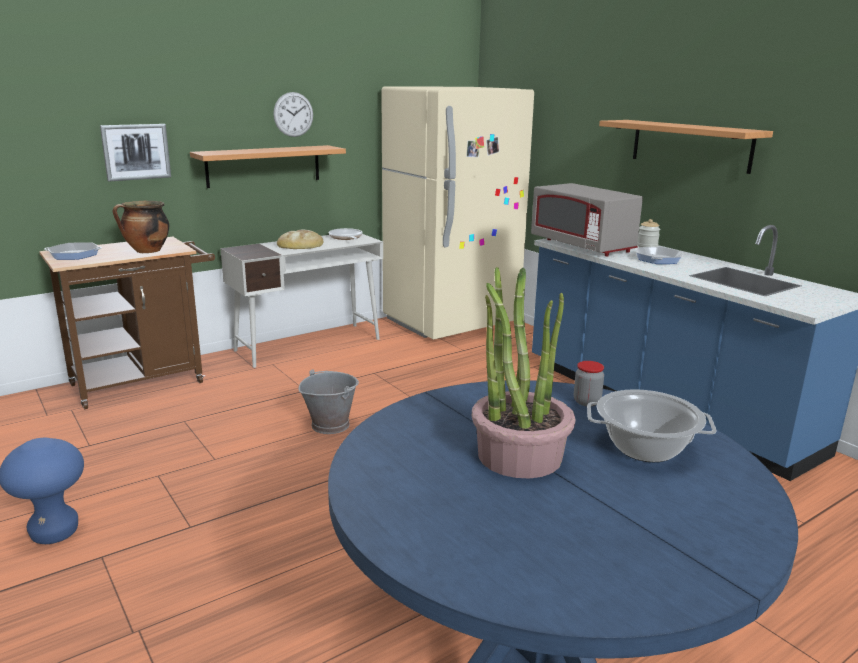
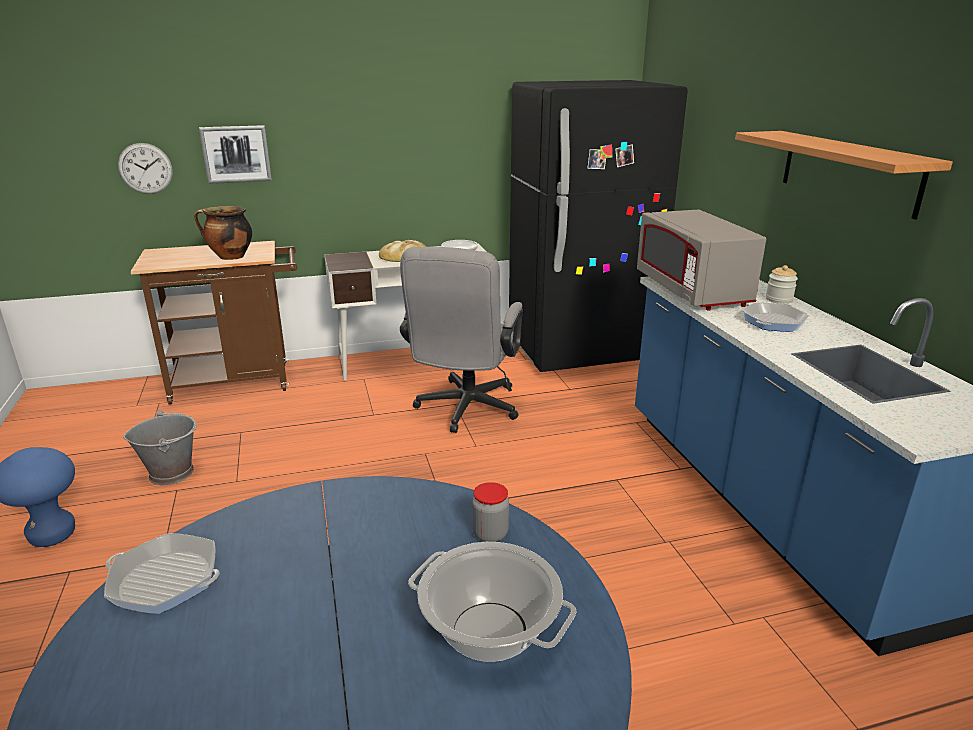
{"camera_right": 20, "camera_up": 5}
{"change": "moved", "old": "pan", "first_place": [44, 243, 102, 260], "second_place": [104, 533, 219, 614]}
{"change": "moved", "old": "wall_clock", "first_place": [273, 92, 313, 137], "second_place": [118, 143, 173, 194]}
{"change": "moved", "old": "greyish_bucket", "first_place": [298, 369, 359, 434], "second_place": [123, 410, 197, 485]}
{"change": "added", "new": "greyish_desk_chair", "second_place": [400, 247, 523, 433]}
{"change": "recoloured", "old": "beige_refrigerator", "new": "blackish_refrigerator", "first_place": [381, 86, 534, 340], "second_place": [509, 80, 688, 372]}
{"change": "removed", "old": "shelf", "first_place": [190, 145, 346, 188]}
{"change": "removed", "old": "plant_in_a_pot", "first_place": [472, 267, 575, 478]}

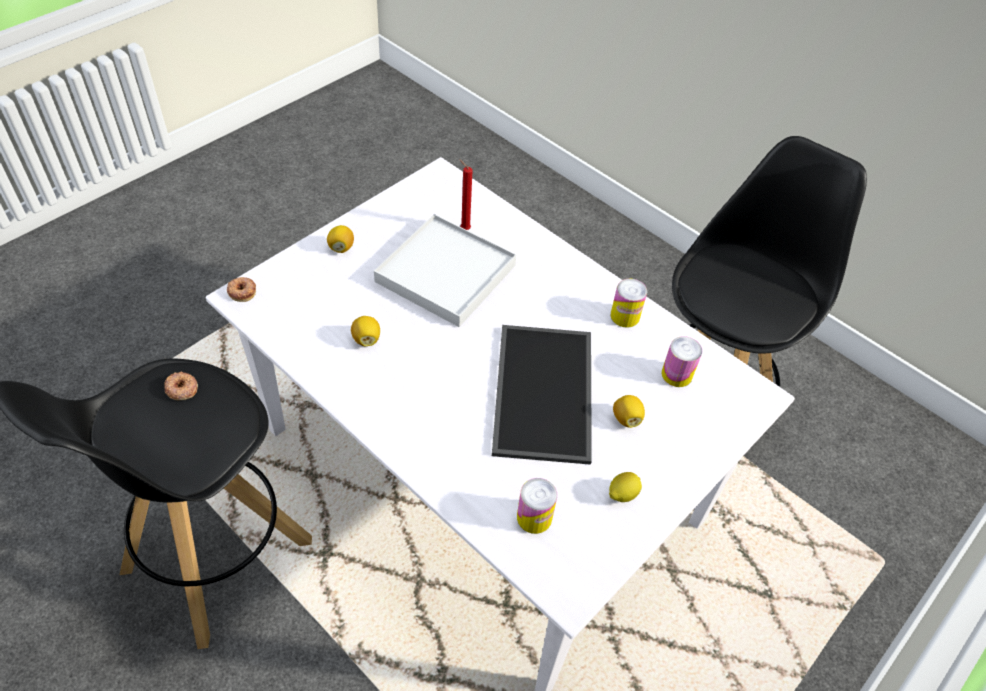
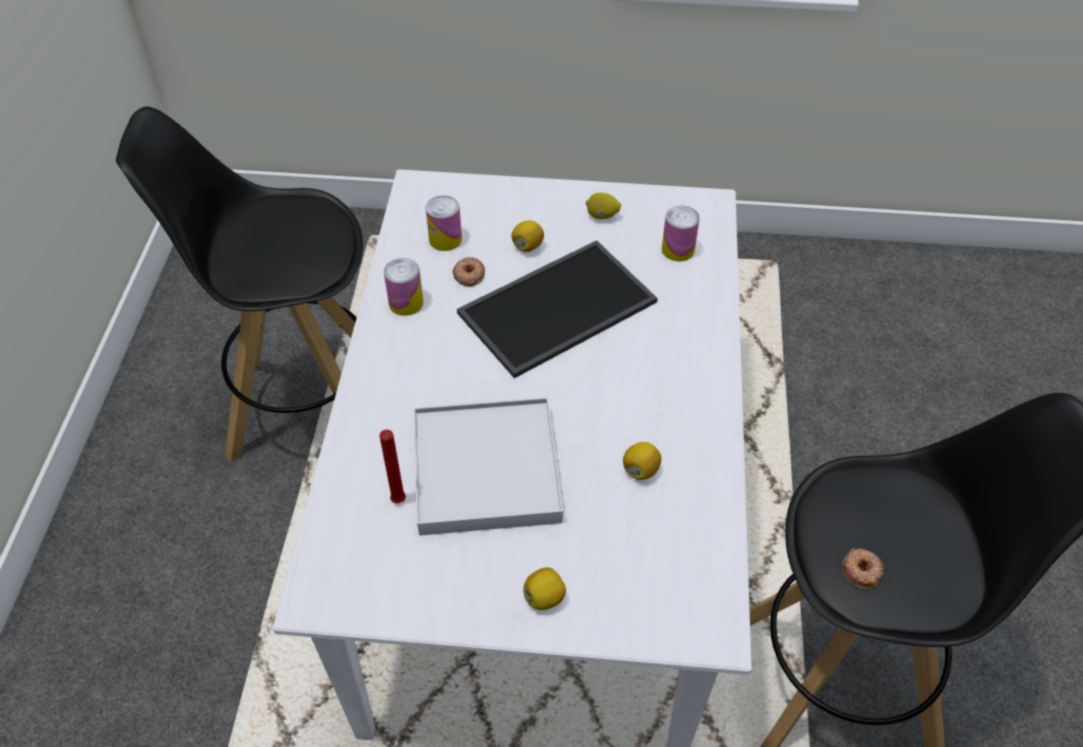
{"camera_right": -125, "camera_up": 0}
{"change": "moved", "old": "donut", "first_place": [227, 277, 256, 302], "second_place": [453, 257, 485, 287]}

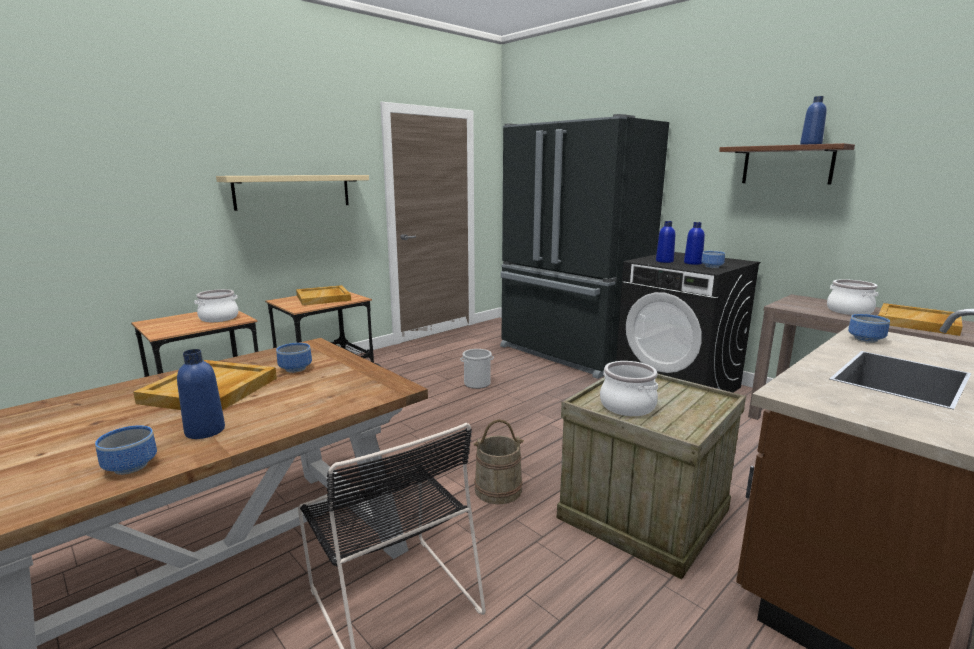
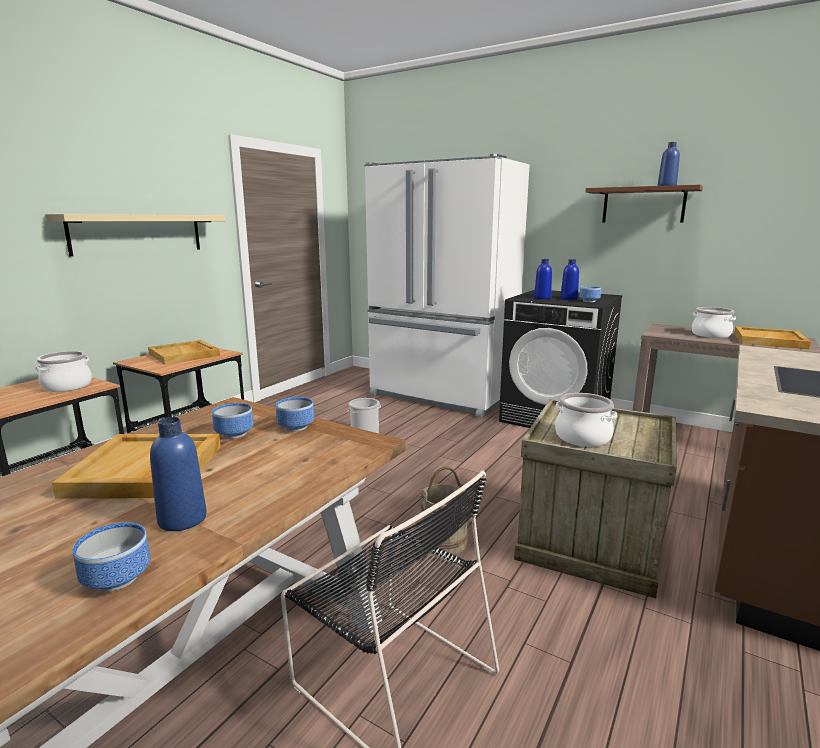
{"camera_right": -15, "camera_up": 0}
{"change": "moved", "old": "bowl", "first_place": [848, 314, 890, 343], "second_place": [276, 397, 314, 431]}
{"change": "recoloured", "old": "blackish_refrigerator", "new": "white_refrigerator", "first_place": [500, 114, 669, 379], "second_place": [364, 154, 530, 418]}

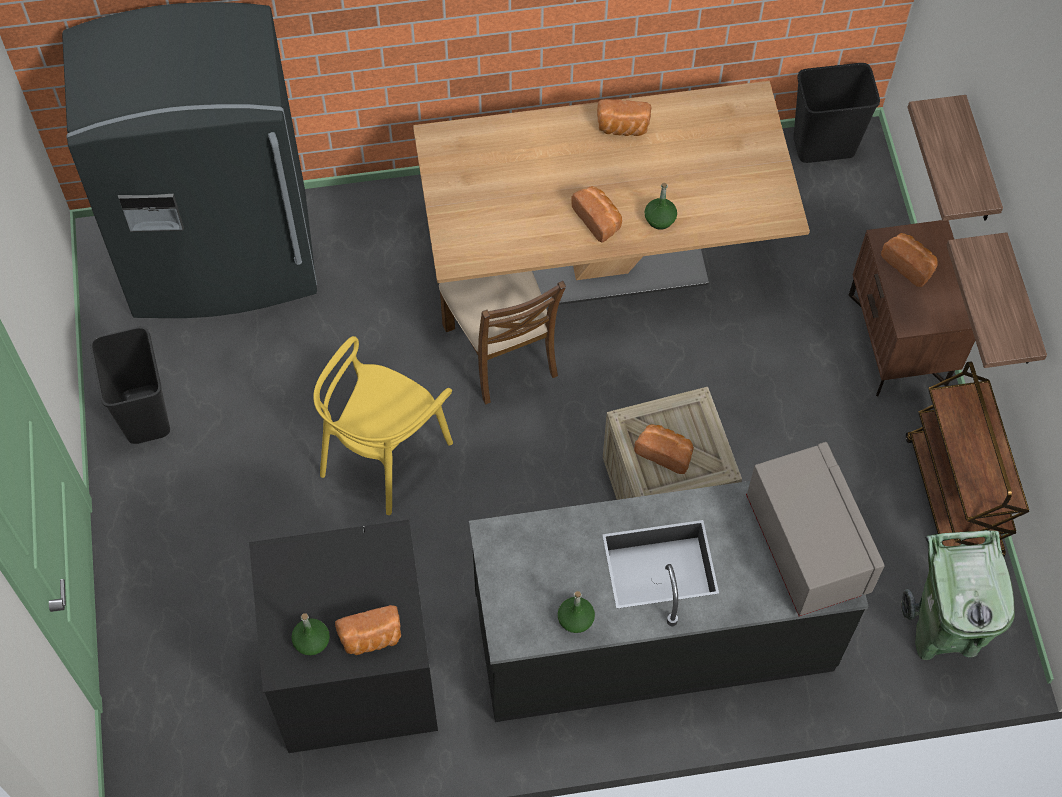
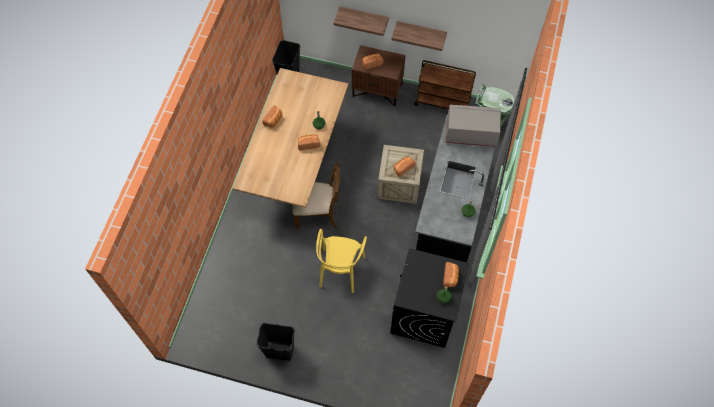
{"camera_right": -65, "camera_up": 0}
{"change": "turned", "old": "yellowish_upright_chair", "first_place": [313, 336, 453, 515], "second_place": [316, 229, 367, 293], "degrees": 45}
{"change": "removed", "old": "greyish_refrigerator", "first_place": [62, 2, 317, 318]}

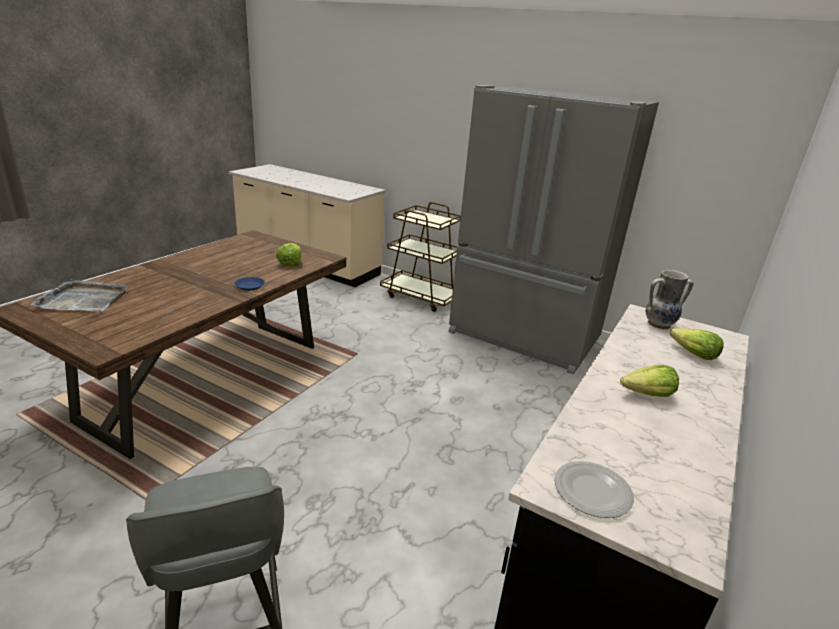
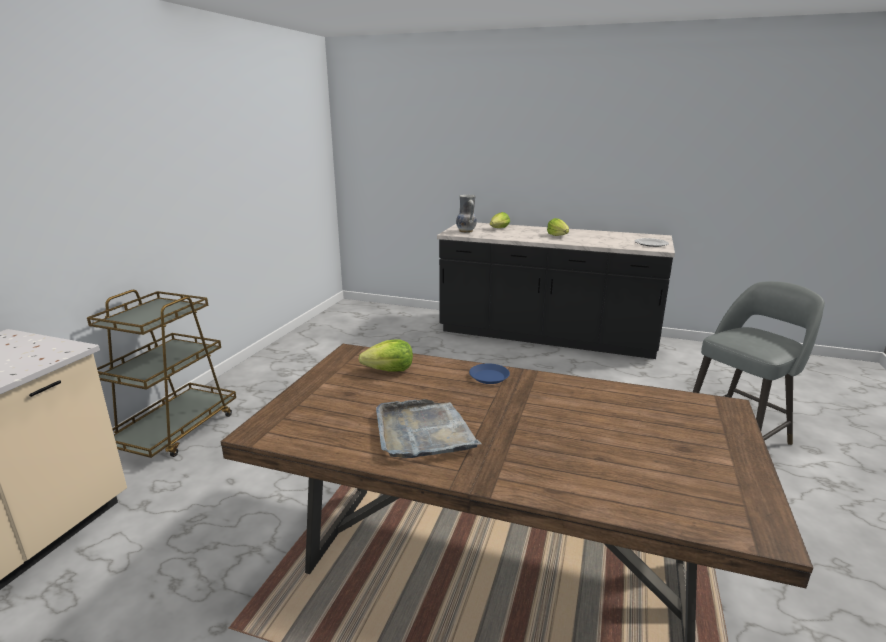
{"camera_right": -100, "camera_up": -5}
{"change": "moved", "old": "greyish_serving_tray", "first_place": [31, 279, 128, 312], "second_place": [376, 399, 481, 458]}
{"change": "removed", "old": "greyish_refrigerator", "first_place": [448, 85, 659, 375]}

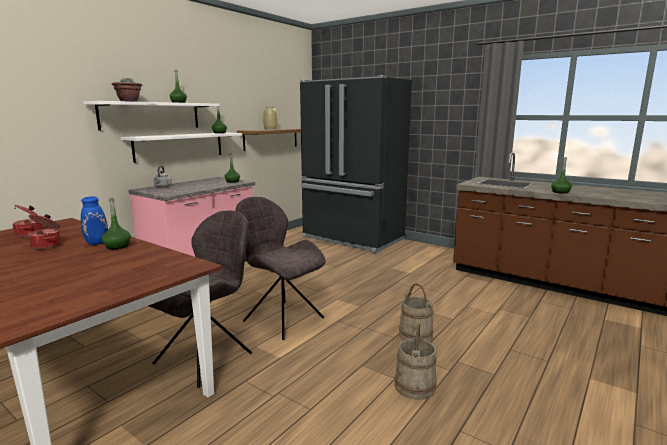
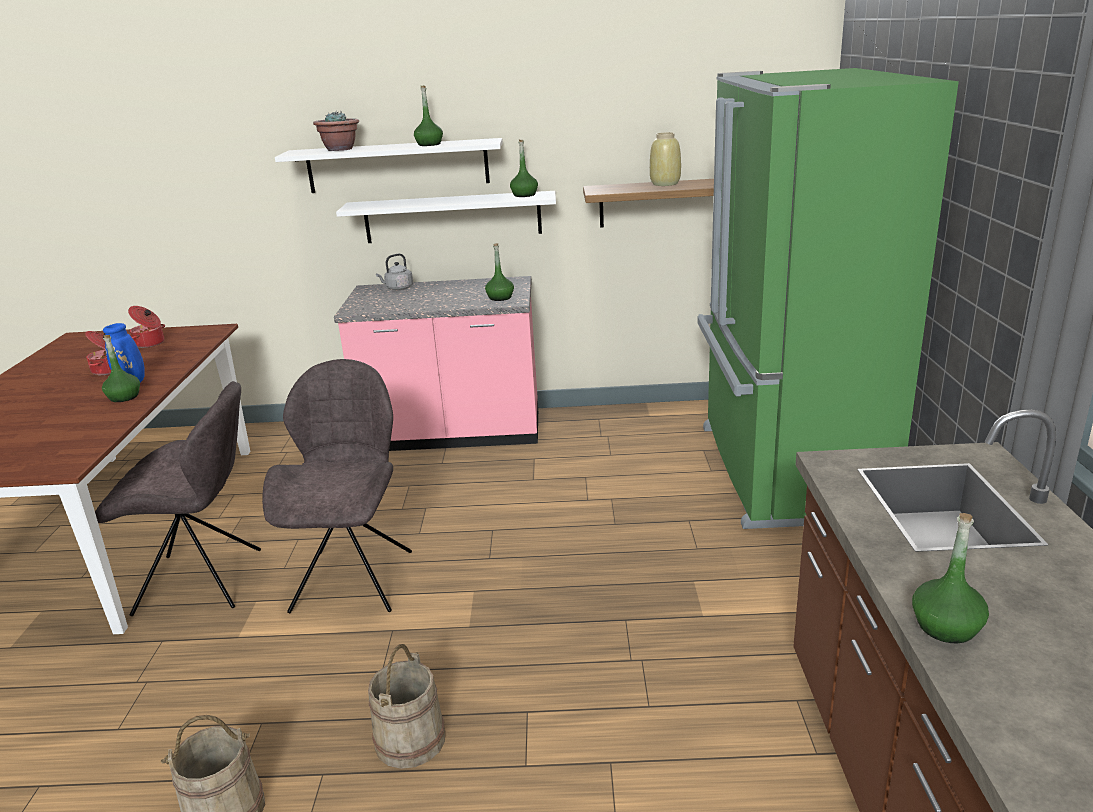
{"camera_right": 55, "camera_up": 10}
{"change": "recoloured", "old": "blackish_refrigerator", "new": "greenish_refrigerator", "first_place": [300, 75, 412, 253], "second_place": [697, 68, 959, 529]}

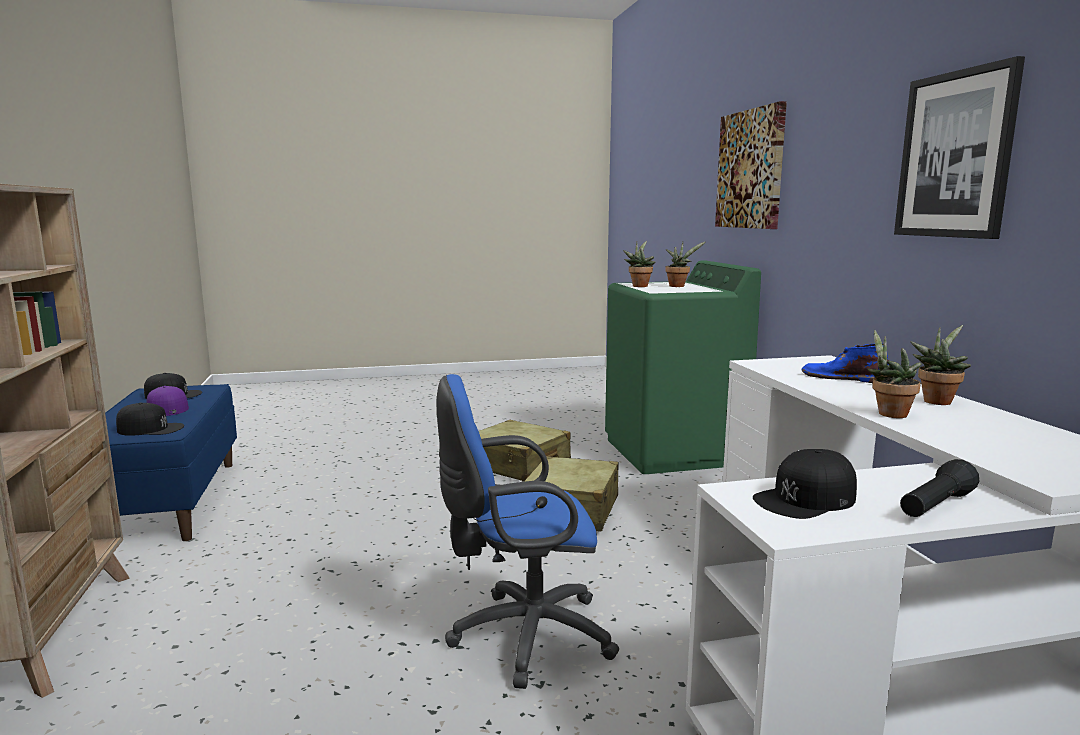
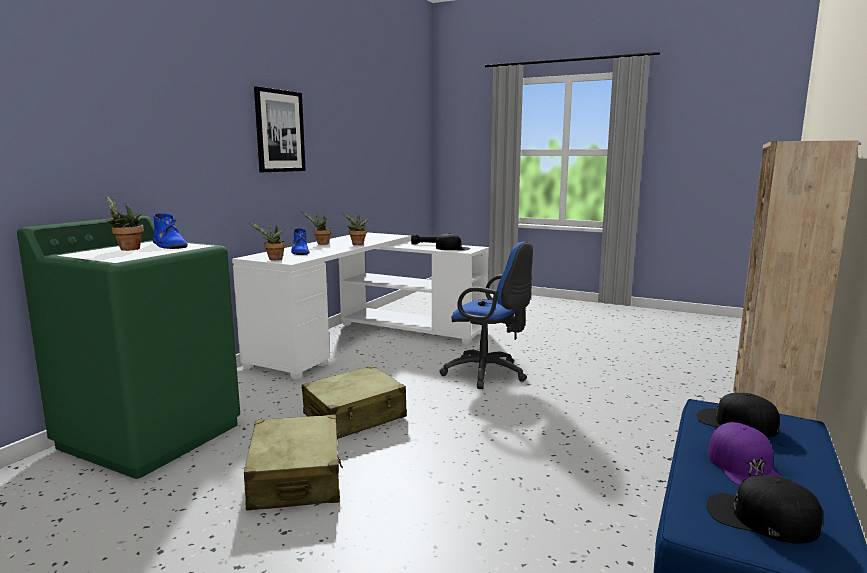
{"camera_right": -140, "camera_up": 0}
{"change": "added", "new": "bluish_boot", "second_place": [153, 213, 188, 249]}
{"change": "moved", "old": "plant_in_a_pot", "first_place": [623, 241, 656, 287], "second_place": [249, 222, 286, 260]}
{"change": "removed", "old": "wall_art", "first_place": [715, 101, 787, 229]}

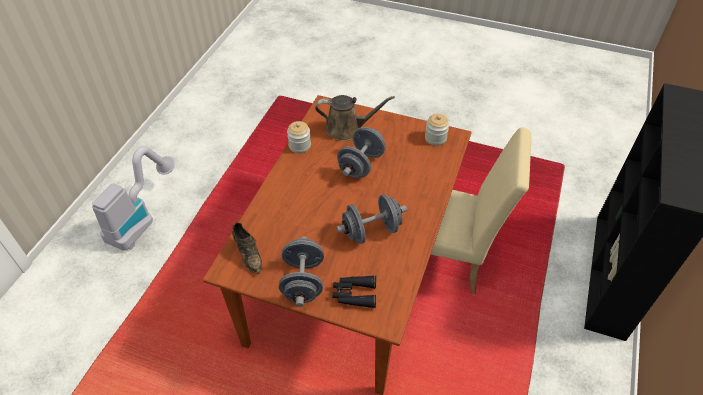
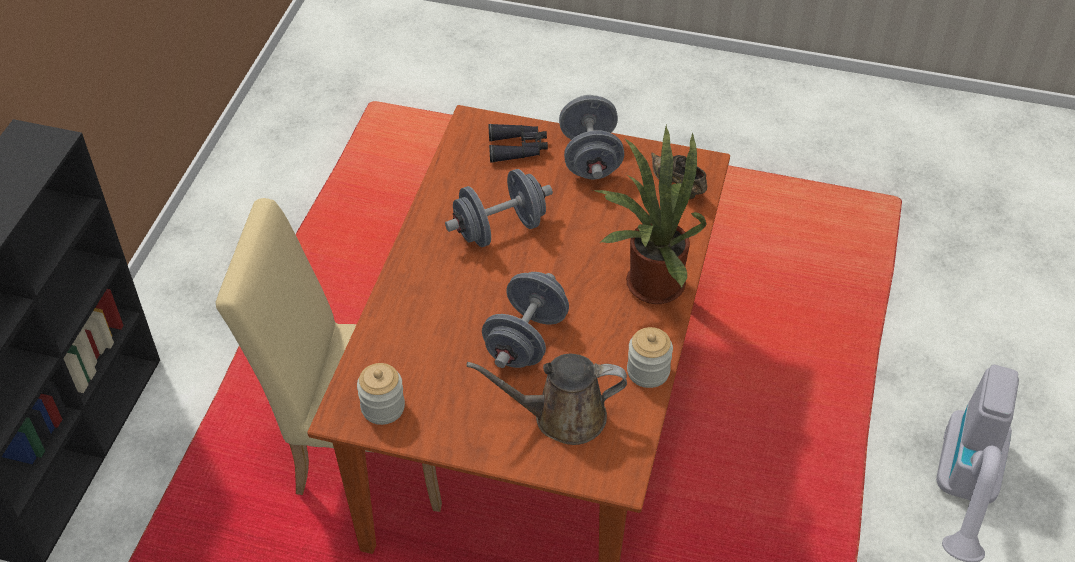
{"camera_right": 175, "camera_up": 0}
{"change": "added", "new": "plant_in_a_pot", "second_place": [593, 125, 707, 304]}

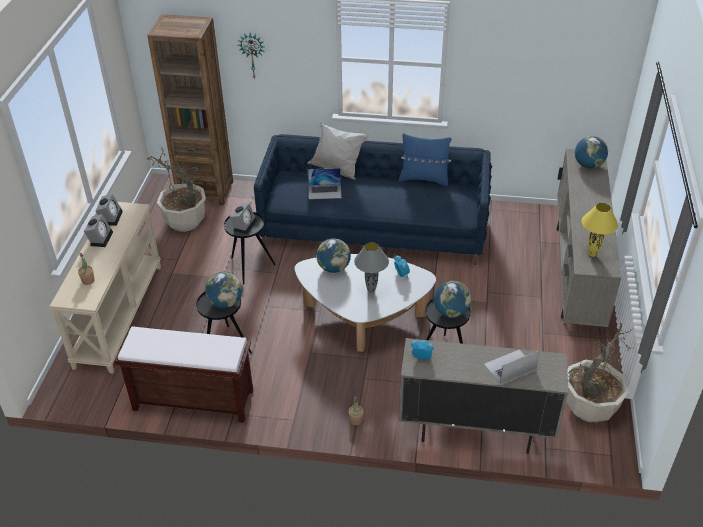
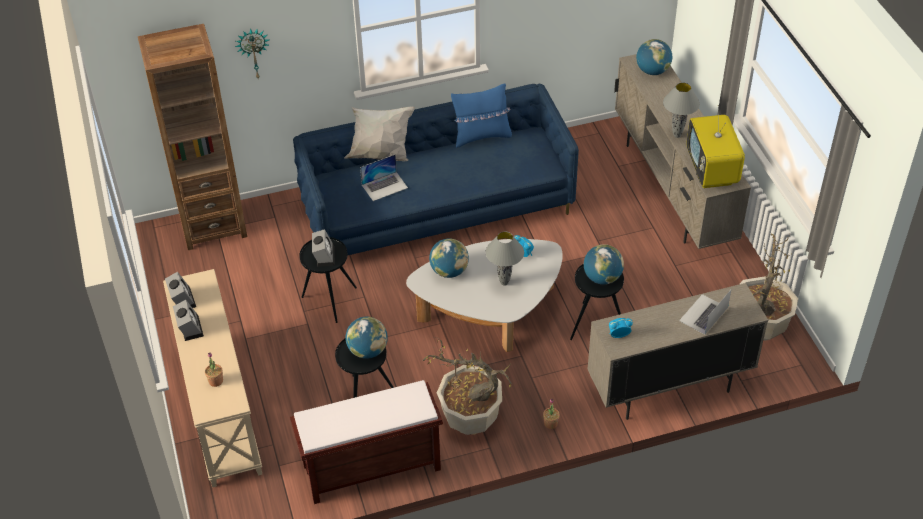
{"camera_right": -25, "camera_up": 5}
{"change": "moved", "old": "plant_in_a_pot", "first_place": [147, 145, 206, 232], "second_place": [423, 338, 512, 435]}
{"change": "added", "new": "greyish_table_lamp", "second_place": [663, 82, 700, 138]}
{"change": "replaced", "old": "yellowish_table_lamp", "new": "TV", "first_place": [582, 203, 618, 257], "second_place": [686, 105, 745, 188]}

